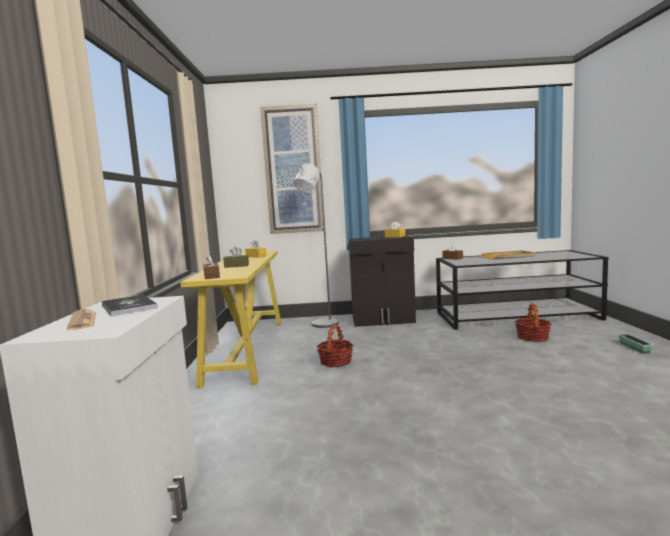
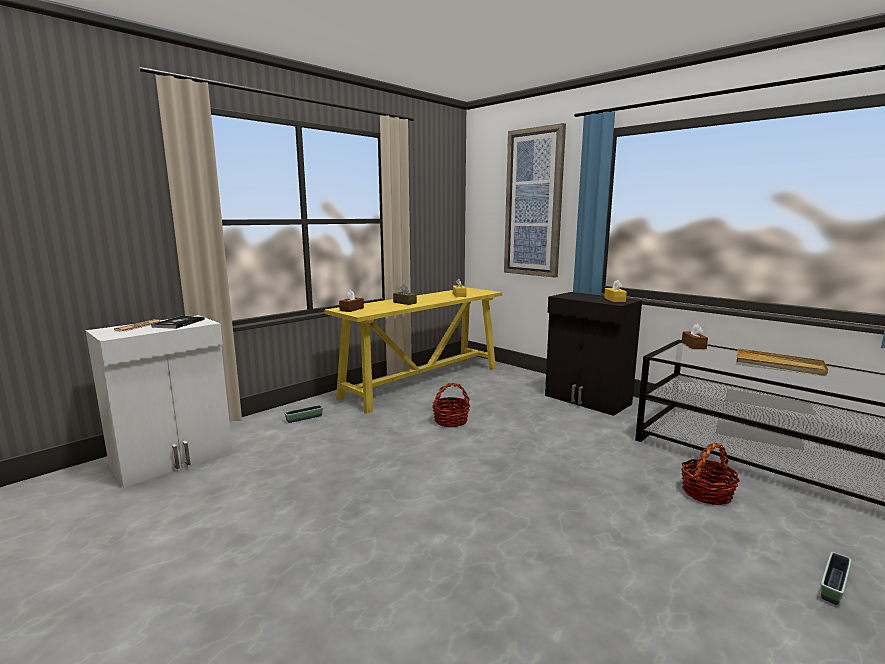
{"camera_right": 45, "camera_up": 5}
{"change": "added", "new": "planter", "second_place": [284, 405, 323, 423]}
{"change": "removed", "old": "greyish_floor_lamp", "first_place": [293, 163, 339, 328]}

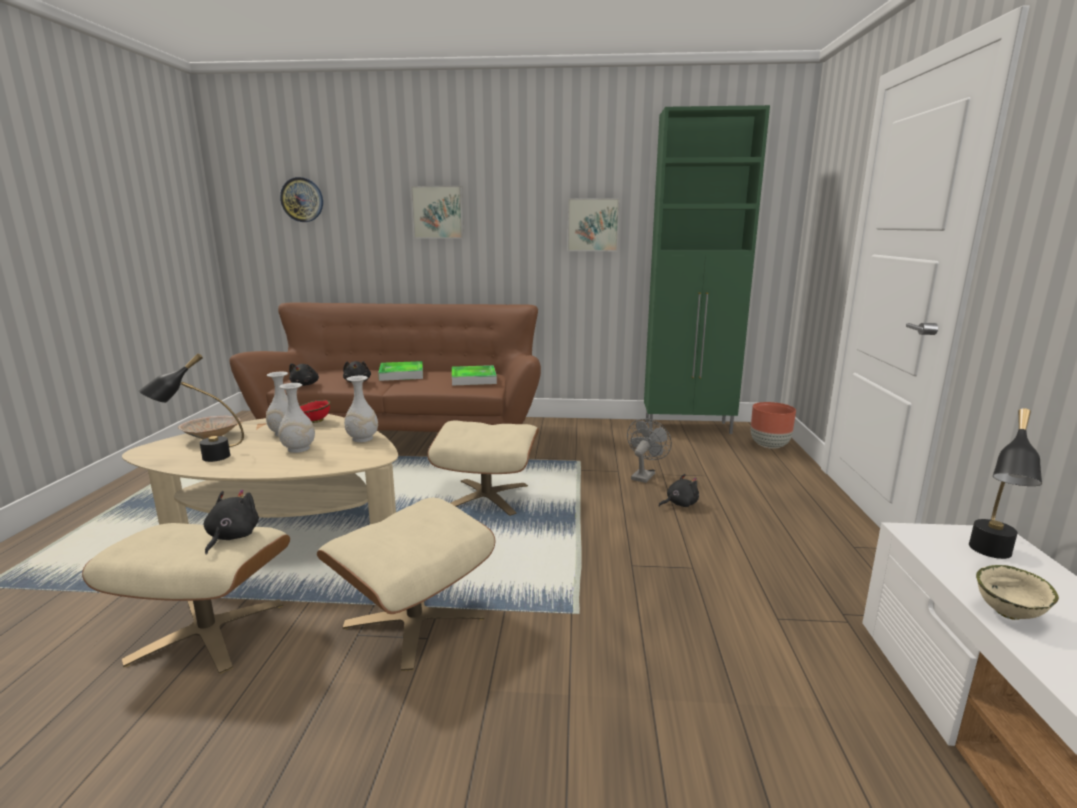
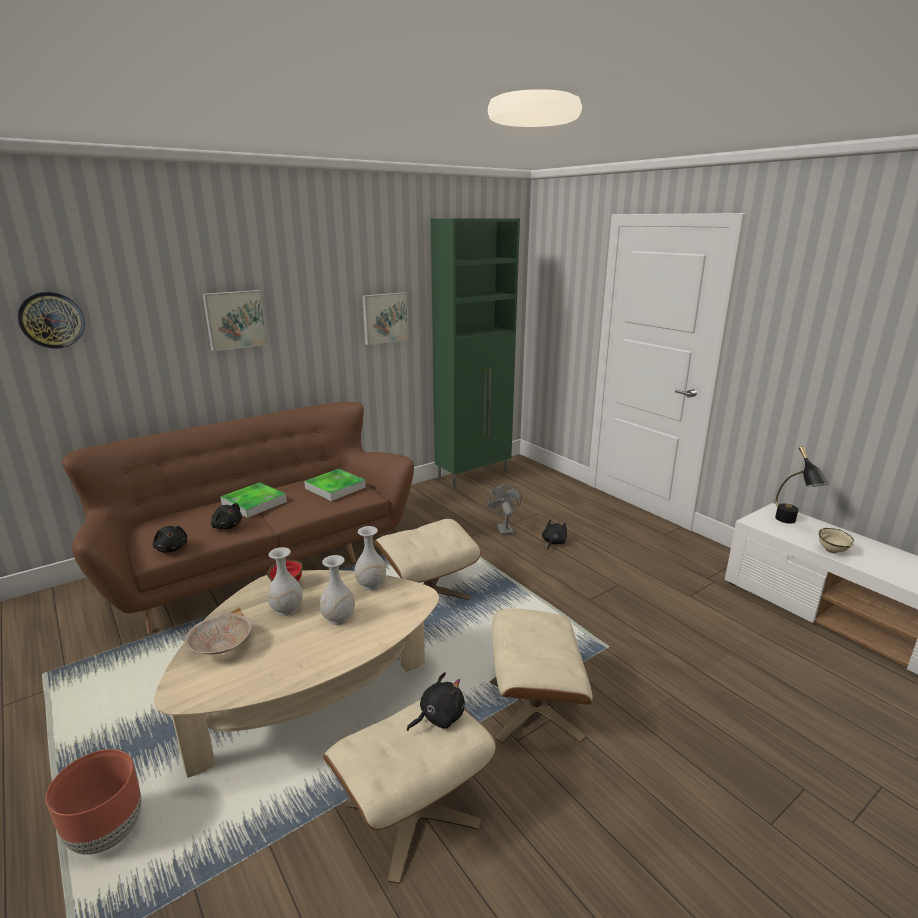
{"camera_right": -40, "camera_up": 5}
{"change": "moved", "old": "brown-coloured_planter", "first_place": [751, 402, 796, 449], "second_place": [46, 749, 142, 855]}
{"change": "turned", "old": "blackish_soft_toy", "first_place": [204, 490, 259, 555], "second_place": [407, 672, 465, 731], "degrees": 90}
{"change": "removed", "old": "blackish_table_lamp", "first_place": [139, 353, 244, 462]}

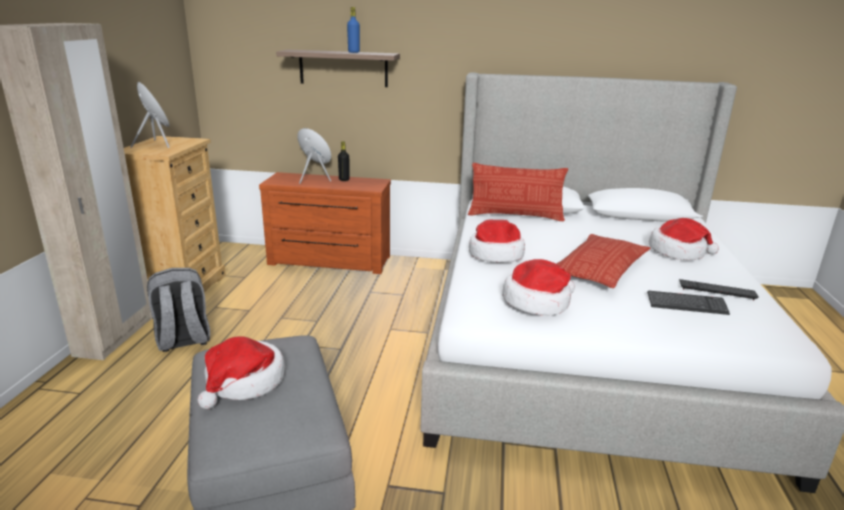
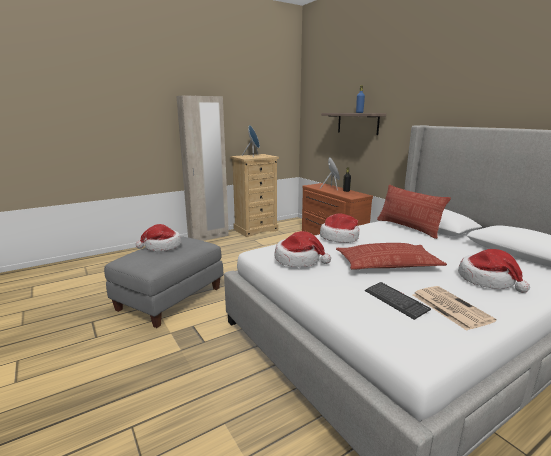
{"camera_right": 50, "camera_up": -5}
{"change": "replaced", "old": "keyboard", "new": "newspaper", "first_place": [679, 279, 759, 300], "second_place": [413, 286, 496, 331]}
{"change": "removed", "old": "greyish_rucksack", "first_place": [147, 268, 210, 352]}

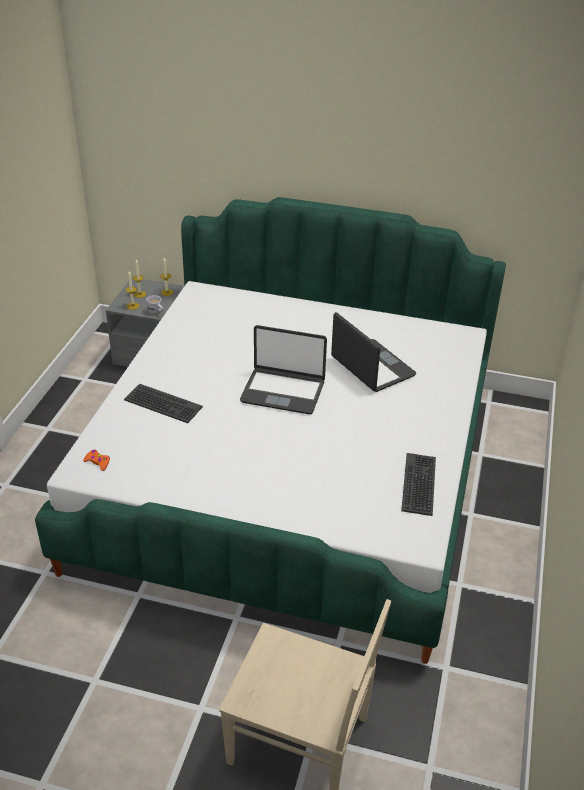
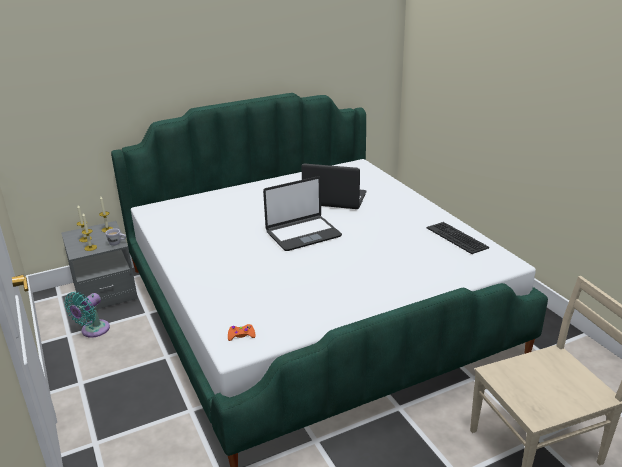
{"camera_right": -40, "camera_up": -10}
{"change": "added", "new": "turquoise_cooling_fan", "second_place": [64, 292, 110, 338]}
{"change": "removed", "old": "keyboard", "first_place": [124, 384, 203, 423]}

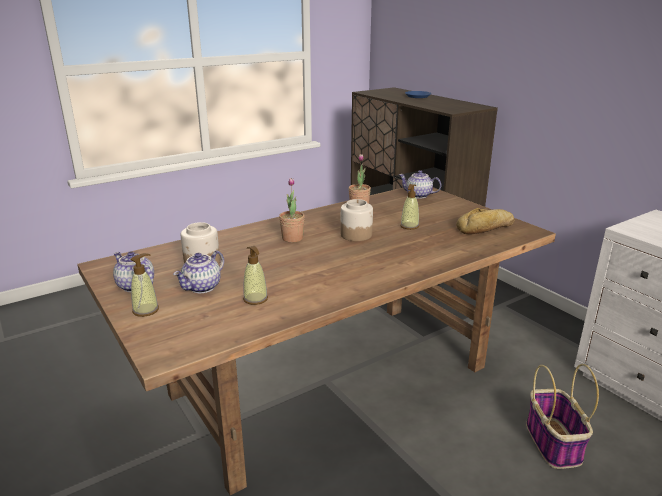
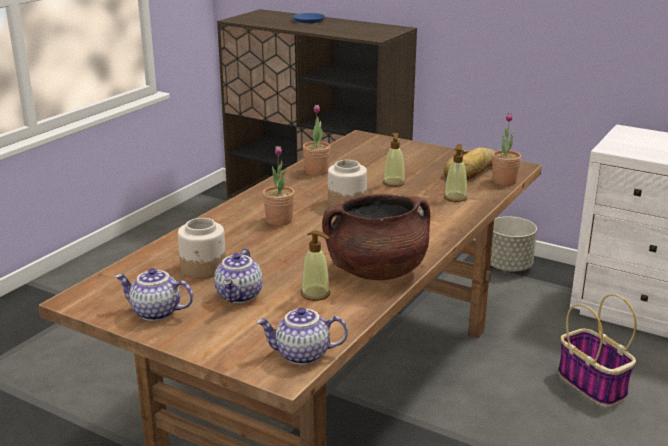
{"camera_right": -25, "camera_up": 0}
{"change": "moved", "old": "pot_for_tea", "first_place": [399, 170, 441, 199], "second_place": [256, 307, 348, 365]}
{"change": "added", "new": "brown-coloured_cooking_pot", "second_place": [322, 193, 430, 280]}
{"change": "moved", "old": "soap_dispenser", "first_place": [131, 253, 159, 317], "second_place": [444, 144, 467, 202]}
{"change": "added", "new": "greyish_planter", "second_place": [490, 216, 537, 272]}
{"change": "added", "new": "plant_in_a_pot", "second_place": [492, 113, 521, 186]}

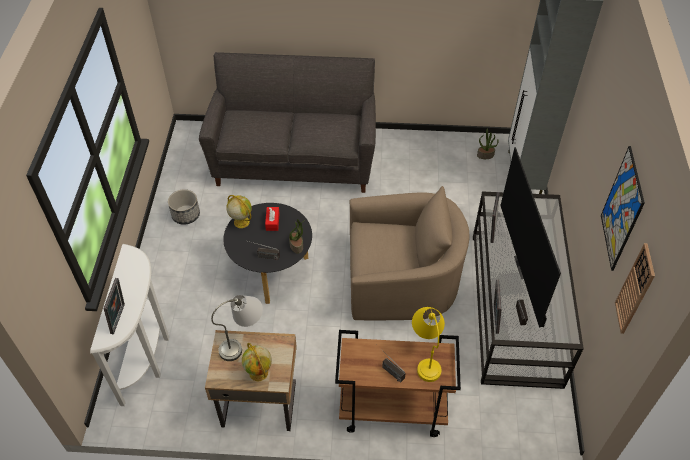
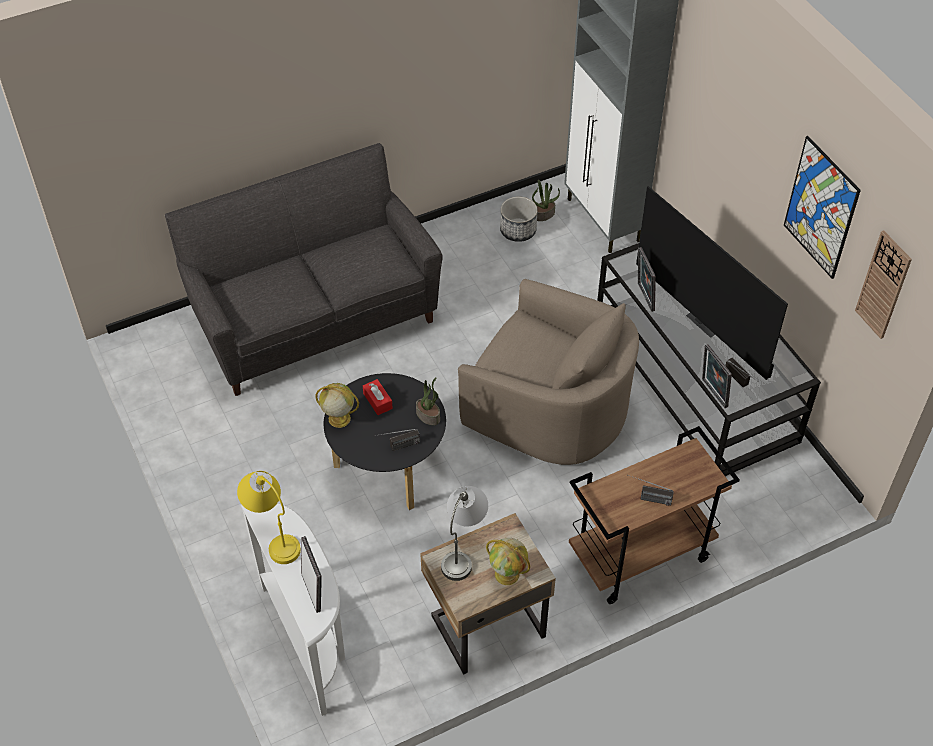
{"camera_right": -30, "camera_up": 0}
{"change": "moved", "old": "yellowish_table_lamp", "first_place": [412, 307, 445, 382], "second_place": [237, 471, 301, 564]}
{"change": "turned", "old": "beige_armchair", "first_place": [350, 186, 469, 320], "second_place": [458, 279, 639, 465], "degrees": 60}
{"change": "moved", "old": "planter", "first_place": [168, 189, 200, 225], "second_place": [500, 196, 538, 242]}

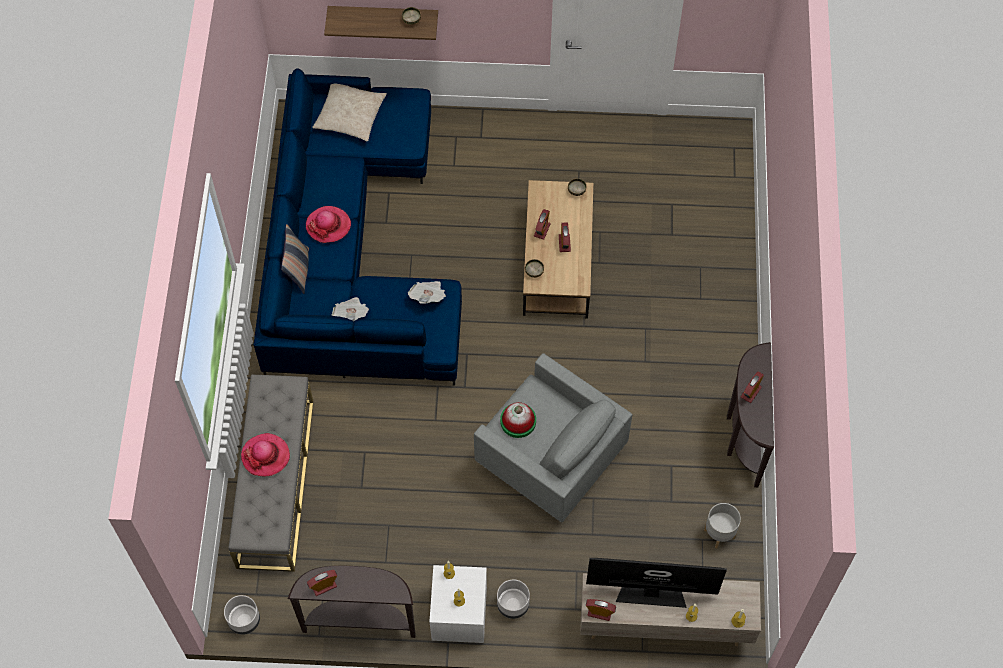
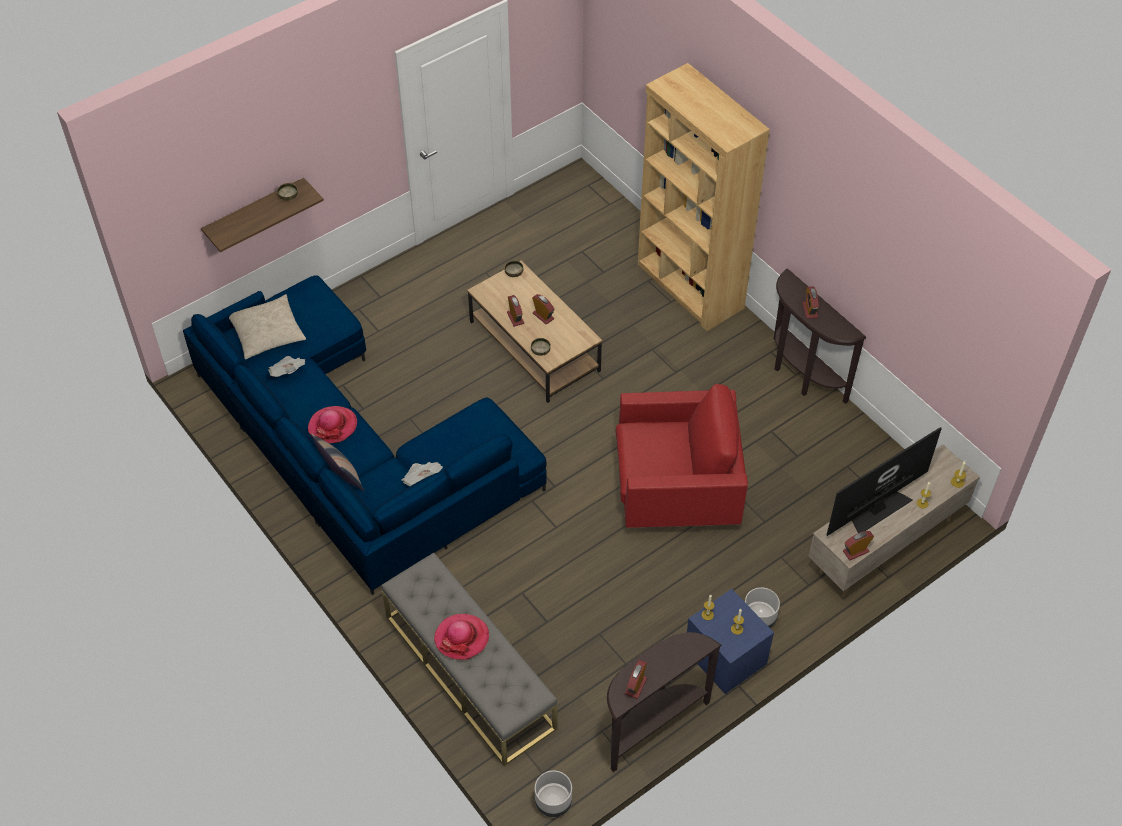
{"camera_right": -40, "camera_up": -10}
{"change": "moved", "old": "newspaper", "first_place": [408, 281, 446, 304], "second_place": [268, 356, 305, 377]}
{"change": "recoloured", "old": "greyish_armchair", "new": "red_armchair", "first_place": [474, 353, 633, 522], "second_place": [616, 384, 748, 528]}
{"change": "added", "new": "brown-coloured_bookshelf", "second_place": [638, 63, 770, 331]}
{"change": "recoloured", "old": "white_bedside_table", "new": "bluish_bedside_table", "first_place": [429, 565, 487, 643], "second_place": [687, 589, 774, 694]}
{"change": "removed", "old": "hat", "first_place": [500, 402, 536, 438]}
{"change": "removed", "old": "greyish_planter", "first_place": [704, 503, 741, 548]}

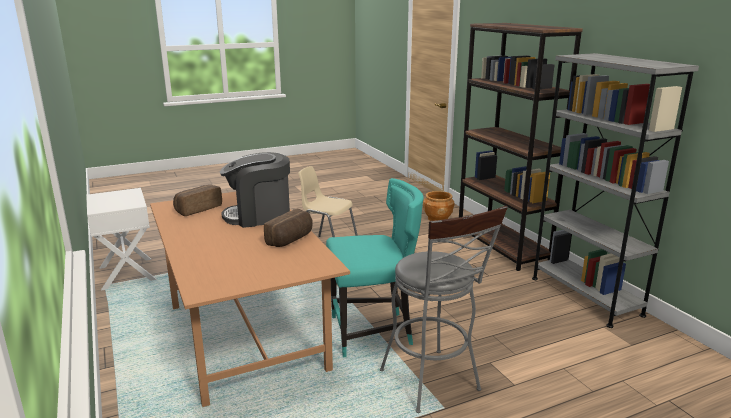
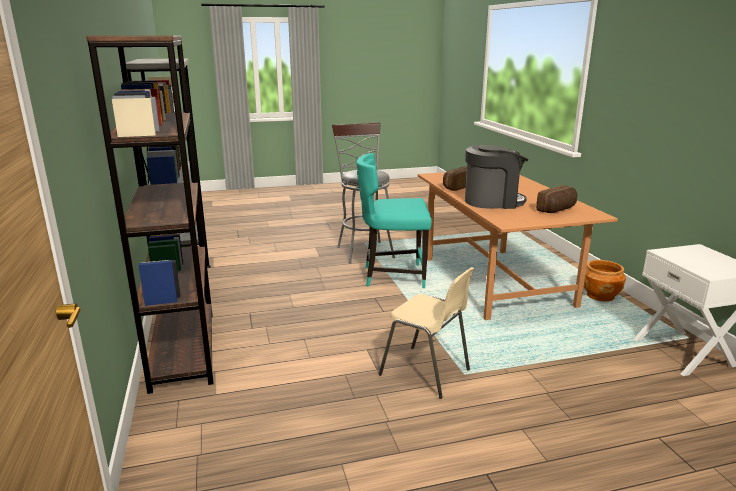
{"camera_right": -170, "camera_up": 0}
{"change": "moved", "old": "brown-coloured_planter", "first_place": [423, 191, 455, 221], "second_place": [584, 260, 626, 302]}

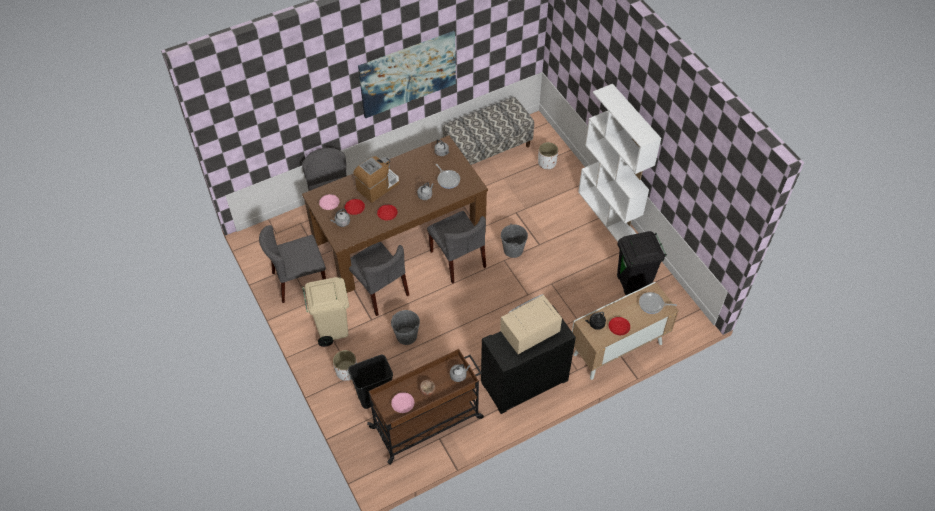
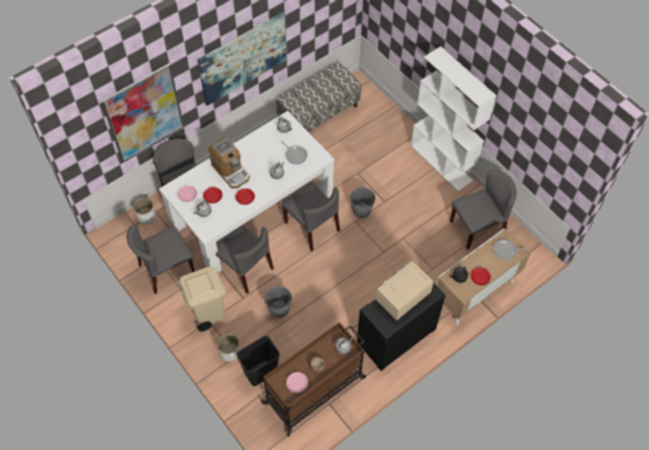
{"camera_right": -10, "camera_up": 5}
{"change": "added", "new": "wall_art", "second_place": [101, 63, 184, 162]}
{"change": "moved", "old": "white_planter", "first_place": [538, 142, 559, 169], "second_place": [133, 198, 156, 224]}
{"change": "recoloured", "old": "brown-coloured_kitchen_table", "new": "white_kitchen_table", "first_place": [302, 136, 488, 293], "second_place": [159, 111, 335, 272]}
{"change": "turned", "old": "coffee_maker", "first_place": [353, 156, 399, 203], "second_place": [208, 137, 250, 188], "degrees": 105}
{"change": "replaced", "old": "blackish_waste_bin", "new": "greyish_upright_chair", "first_place": [617, 231, 667, 295], "second_place": [450, 170, 517, 250]}

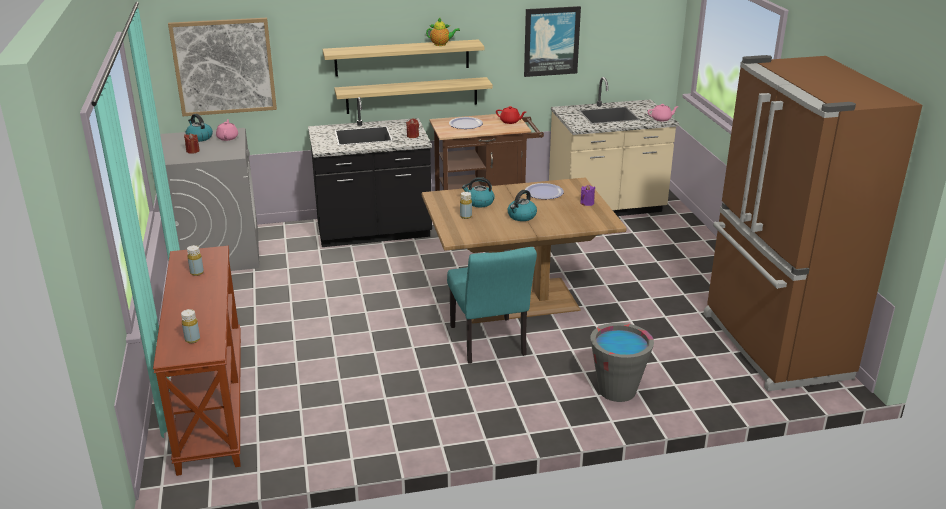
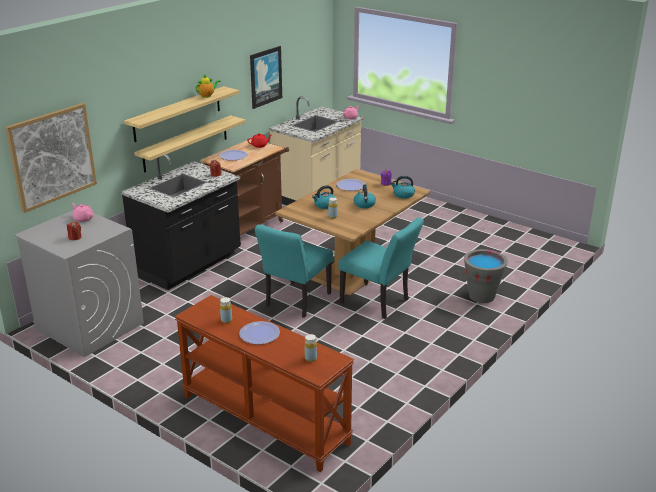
{"camera_right": -40, "camera_up": 0}
{"change": "added", "new": "plate", "second_place": [239, 321, 280, 344]}
{"change": "added", "new": "turquoise_upright_chair", "second_place": [255, 224, 333, 318]}
{"change": "moved", "old": "tea_kettle", "first_place": [186, 114, 213, 142], "second_place": [390, 176, 415, 198]}
{"change": "removed", "old": "brown-coloured_refrigerator", "first_place": [703, 55, 922, 392]}

